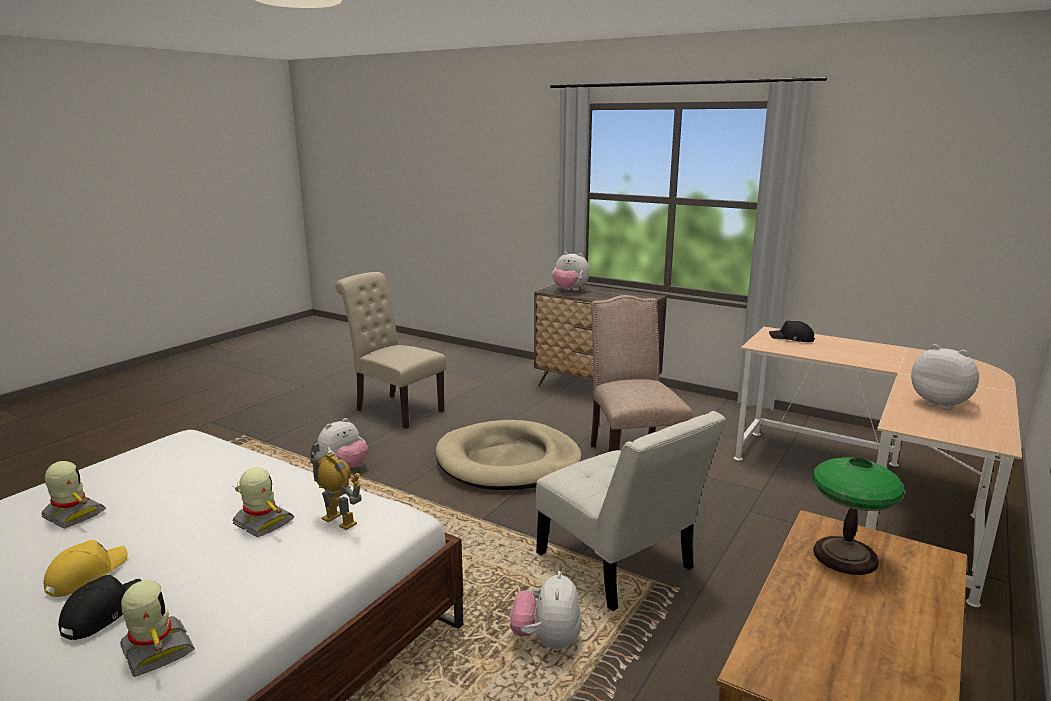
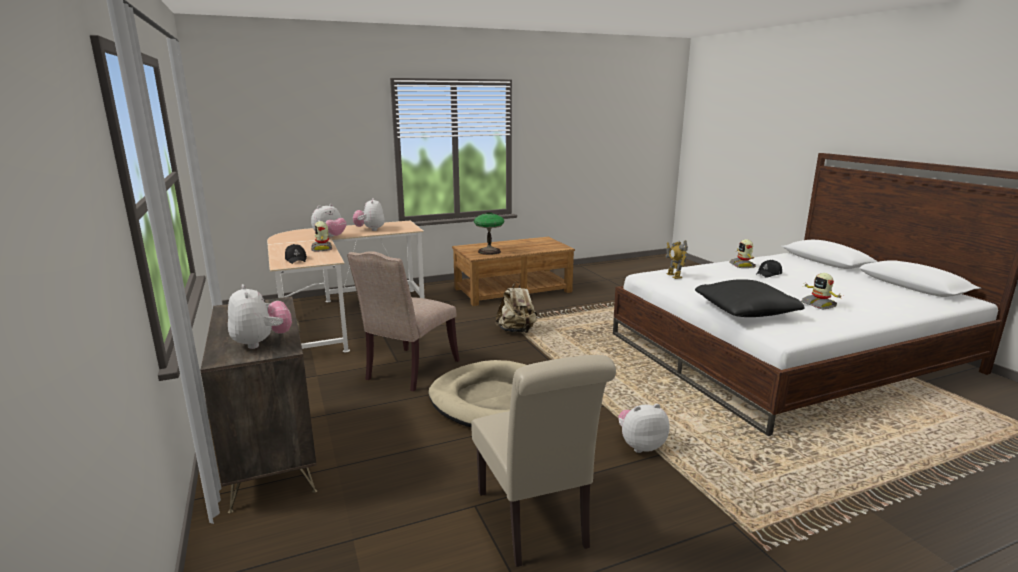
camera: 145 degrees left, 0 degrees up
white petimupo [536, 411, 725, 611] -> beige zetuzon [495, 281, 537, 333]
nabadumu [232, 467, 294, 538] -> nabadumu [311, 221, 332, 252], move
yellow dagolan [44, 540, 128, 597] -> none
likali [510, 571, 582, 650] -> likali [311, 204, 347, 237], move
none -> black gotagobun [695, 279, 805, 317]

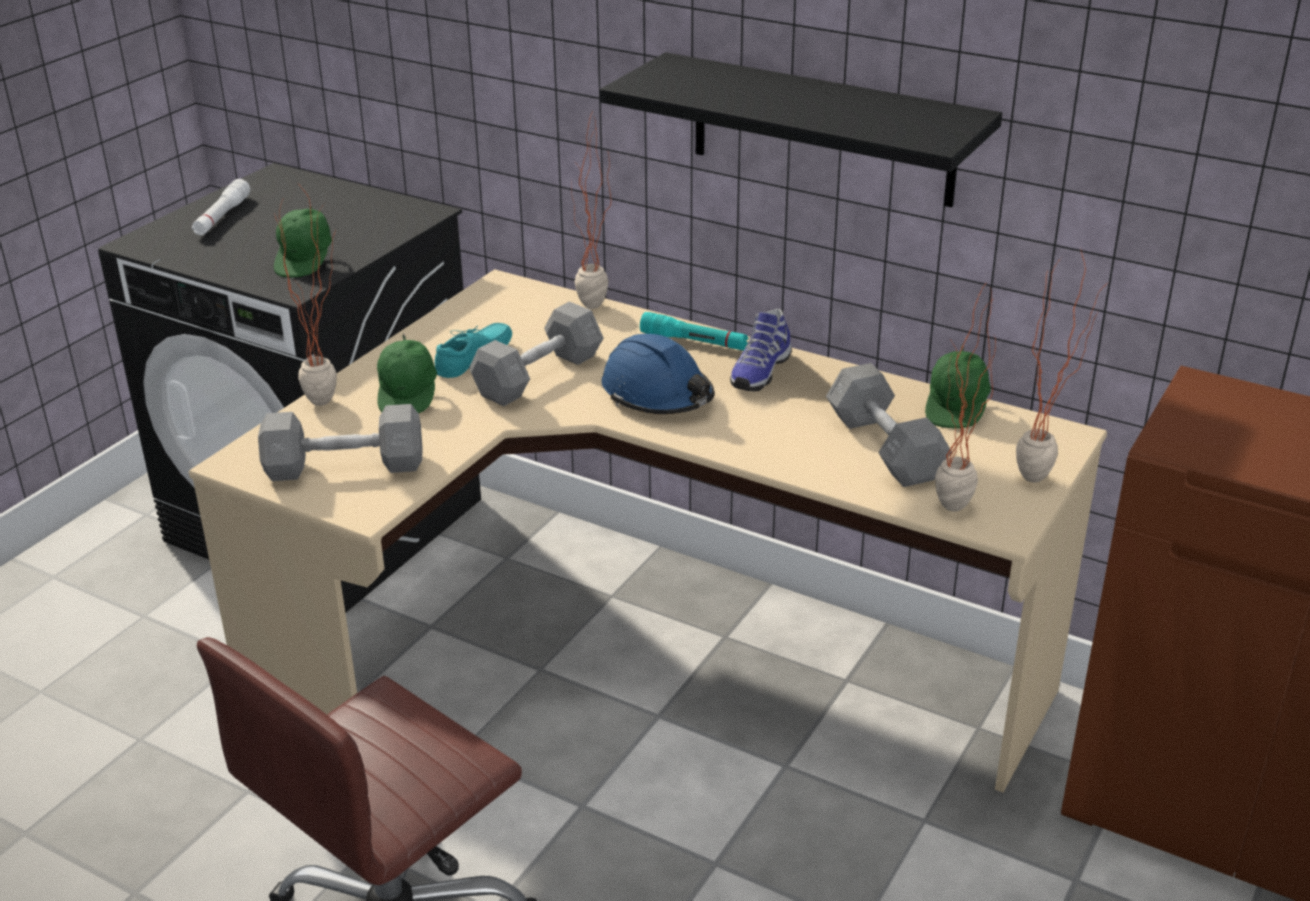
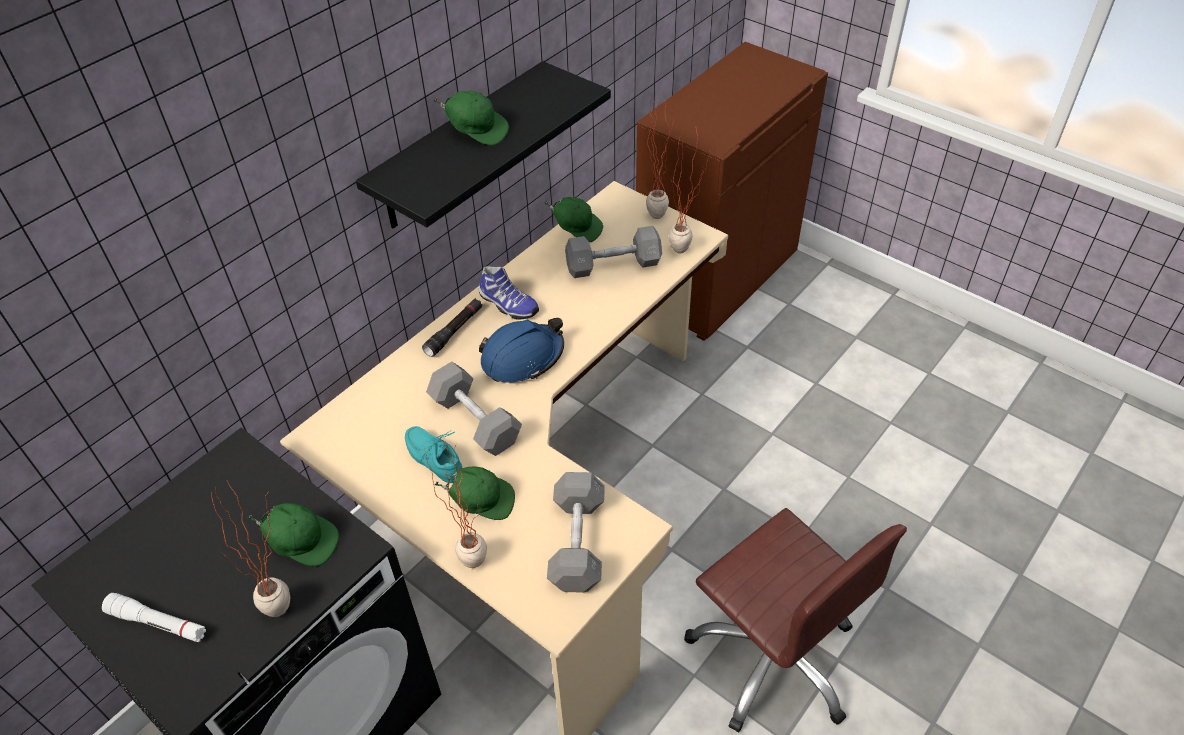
camera: 80 degrees left, 15 degrees up
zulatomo [571, 114, 611, 309] -> zulatomo [211, 481, 290, 617], move
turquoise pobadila [640, 312, 748, 351] -> black pobadila [422, 298, 482, 357]
none -> green dagolan [433, 91, 509, 145]

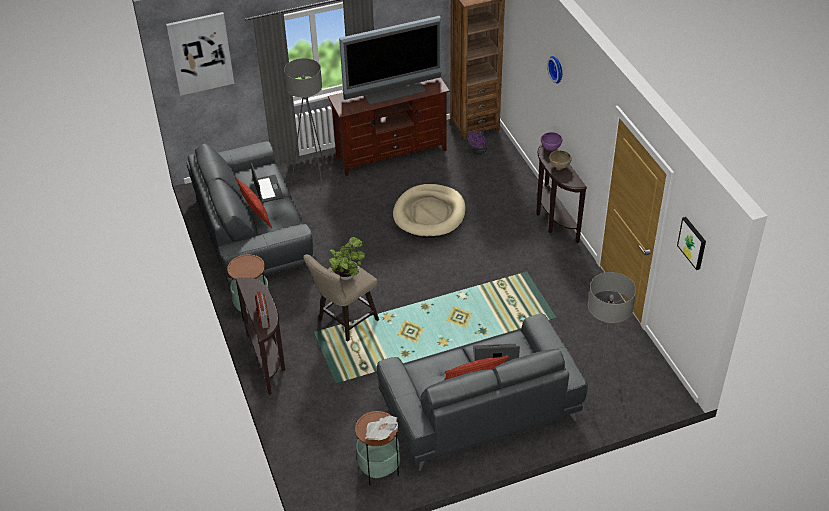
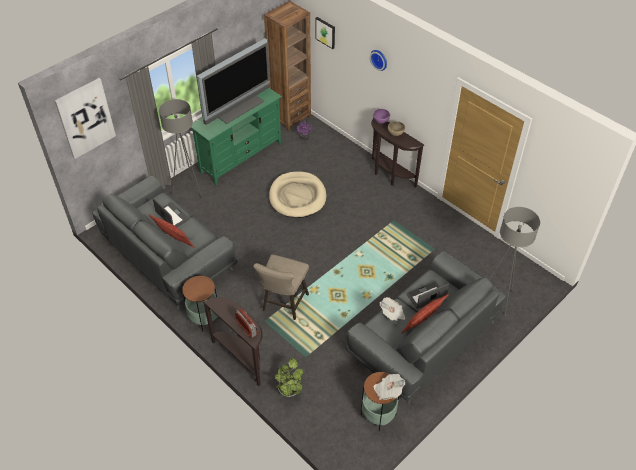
camera: 25 degrees left, 5 degrees up
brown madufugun [328, 77, 450, 176] -> green madufugun [191, 88, 282, 185]
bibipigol [677, 217, 706, 270] -> bibipigol [315, 17, 335, 49], move
zulatomo [329, 237, 365, 280] -> zulatomo [275, 358, 303, 397], move
none -> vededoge [379, 297, 406, 321]

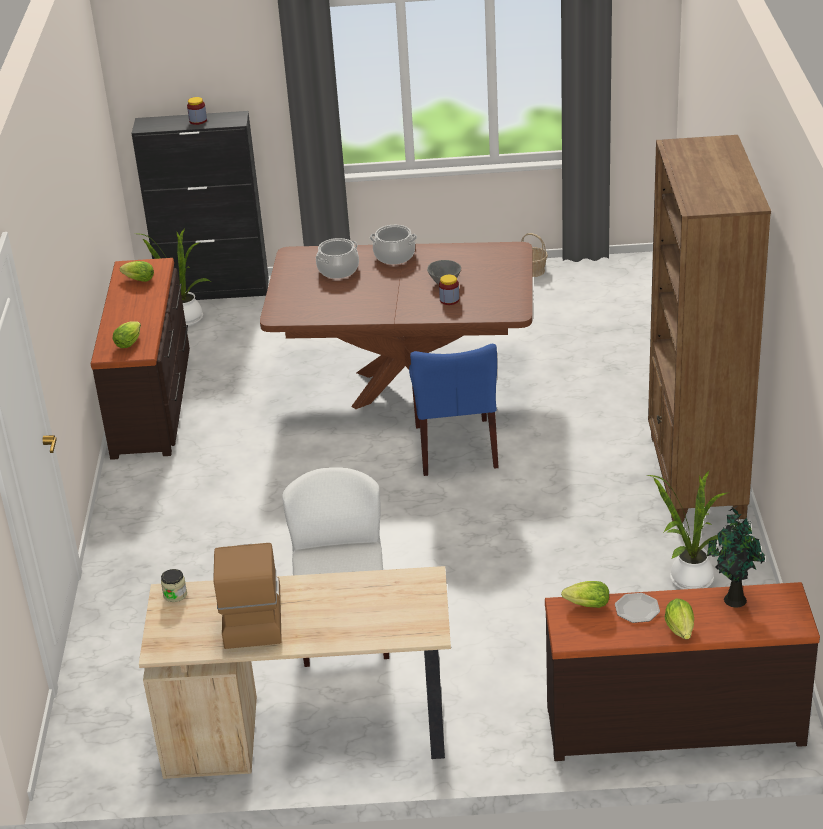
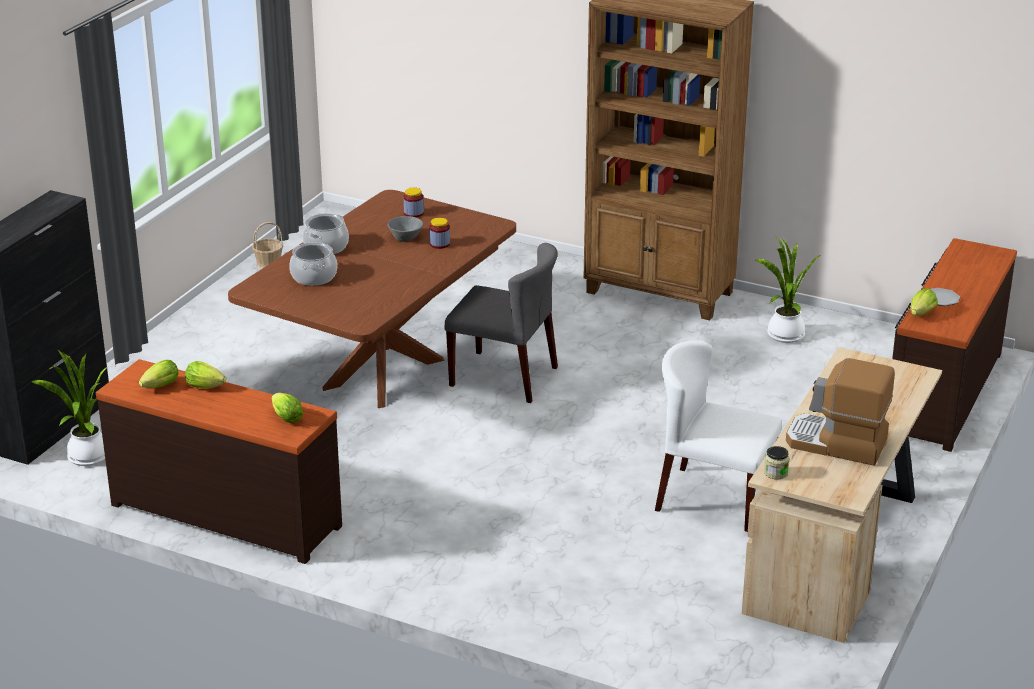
camera: 65 degrees left, 5 degrees down
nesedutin [187, 97, 207, 125] -> nesedutin [404, 188, 424, 218], move
blue petimupo [409, 344, 499, 476] -> grey petimupo [445, 243, 558, 403]
zulatomo [707, 506, 765, 608] -> none
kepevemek [665, 599, 694, 639] -> kepevemek [185, 361, 226, 389], move

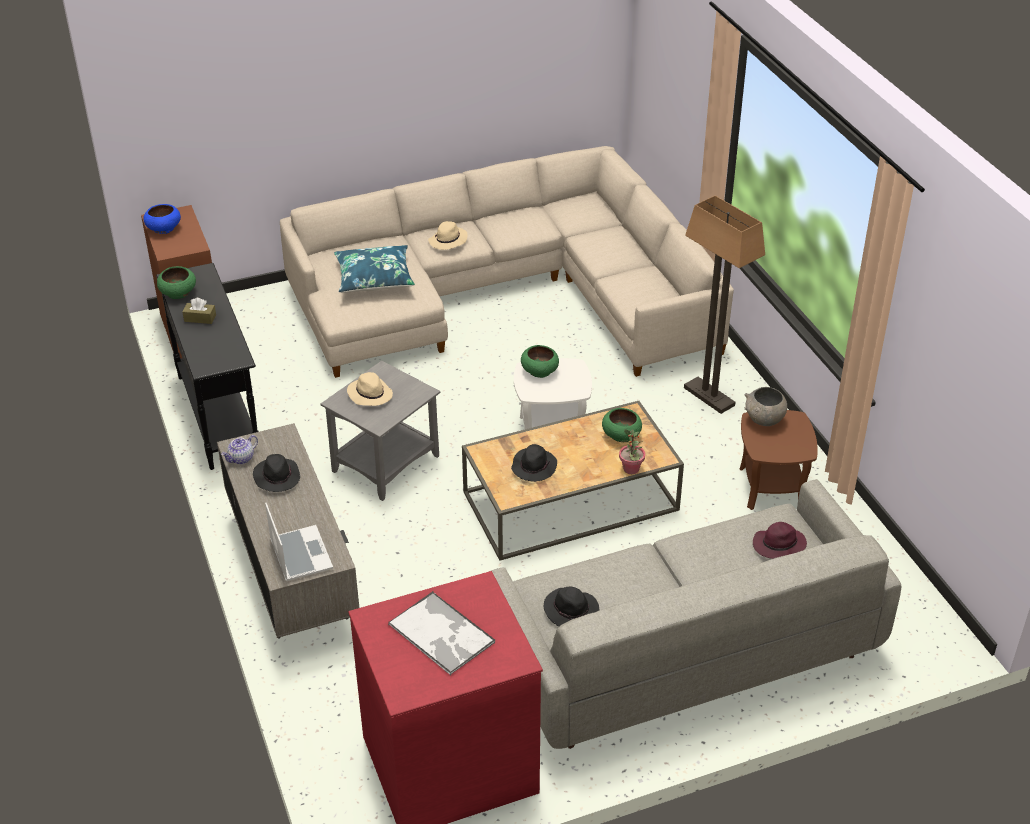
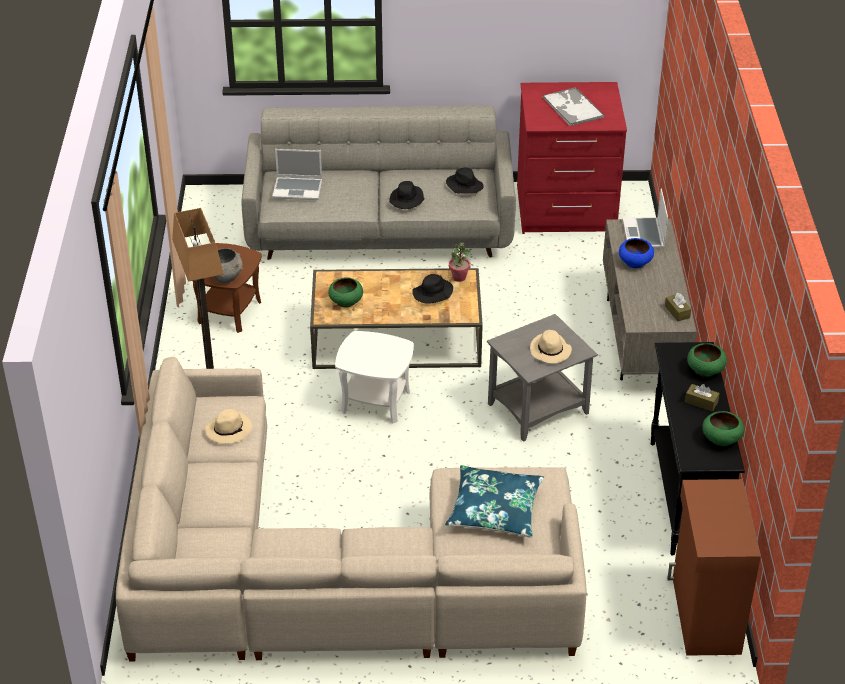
camera: 160 degrees left, 0 degrees up
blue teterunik [143, 204, 181, 234] -> blue teterunik [619, 238, 654, 268], move
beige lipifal [428, 221, 468, 250] -> beige lipifal [205, 409, 252, 444], move
green teterunik [521, 345, 559, 378] -> green teterunik [687, 343, 727, 377], move
zulatomo [619, 429, 645, 474] -> zulatomo [449, 242, 471, 282], move
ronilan [221, 435, 258, 464] -> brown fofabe [665, 293, 691, 321]
black lipifal [253, 454, 300, 492] -> black lipifal [389, 181, 425, 209], move
purple lipifal [753, 522, 807, 559] -> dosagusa [272, 149, 322, 200]

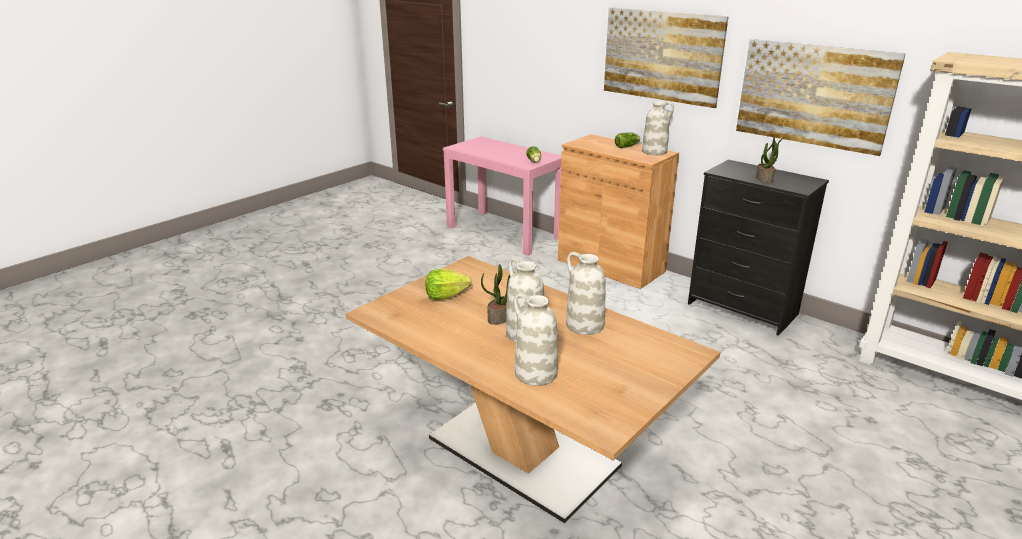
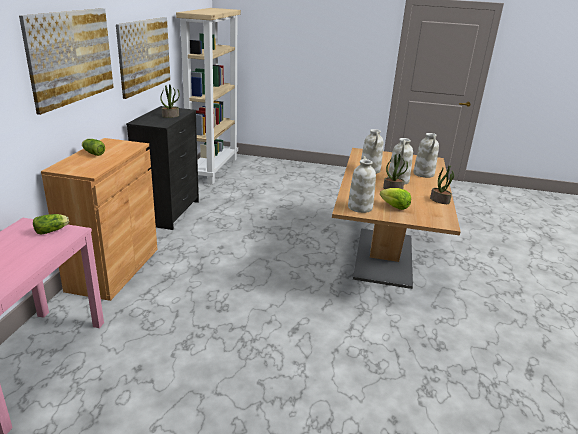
camera: 120 degrees left, 0 degrees up
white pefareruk [642, 102, 674, 155] -> white pefareruk [348, 156, 376, 213], move
none -> zulatomo [430, 165, 454, 204]

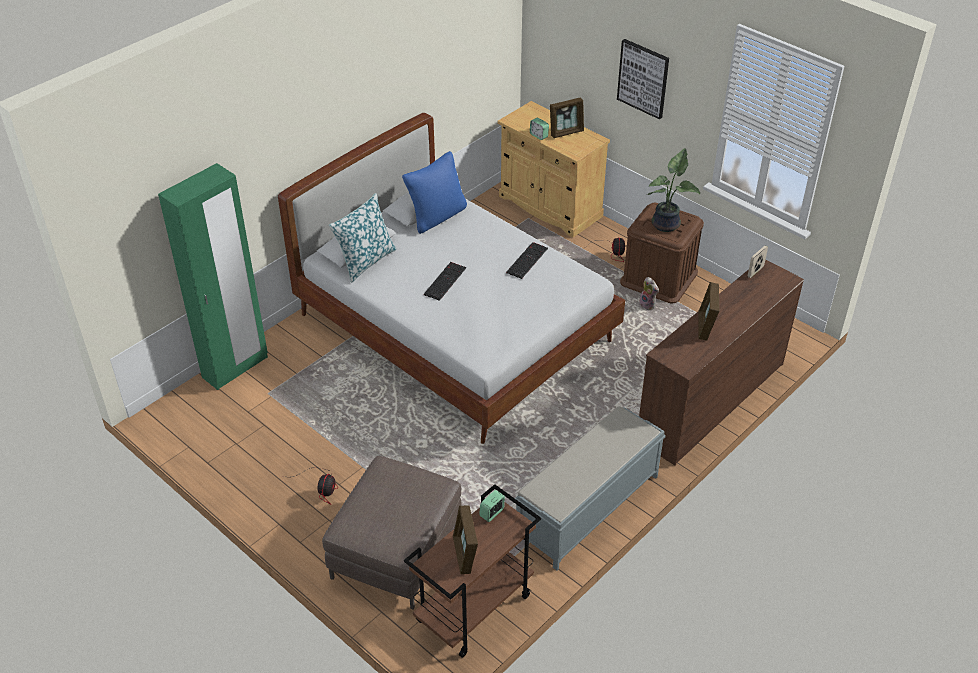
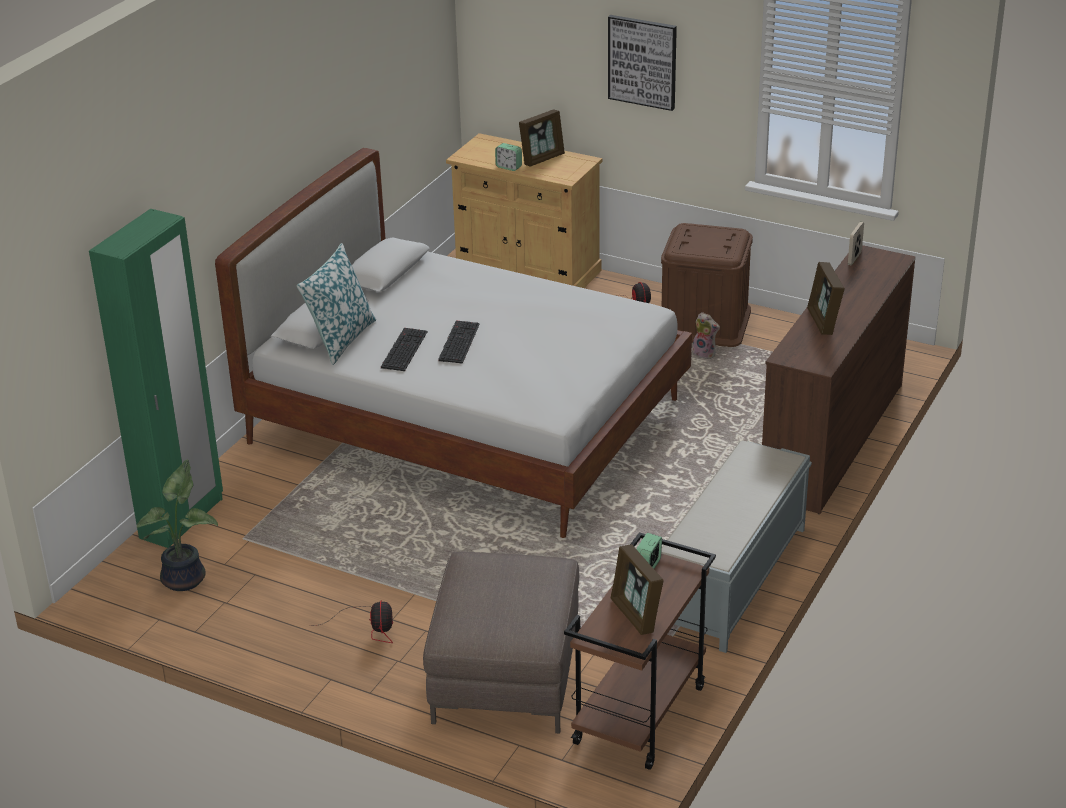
camera: 15 degrees left, 10 degrees down
zulatomo [647, 148, 700, 232] -> zulatomo [137, 460, 218, 591], move
blue gotagobun [402, 151, 467, 234] -> none
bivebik [506, 242, 548, 279] -> bivebik [381, 328, 427, 371], move

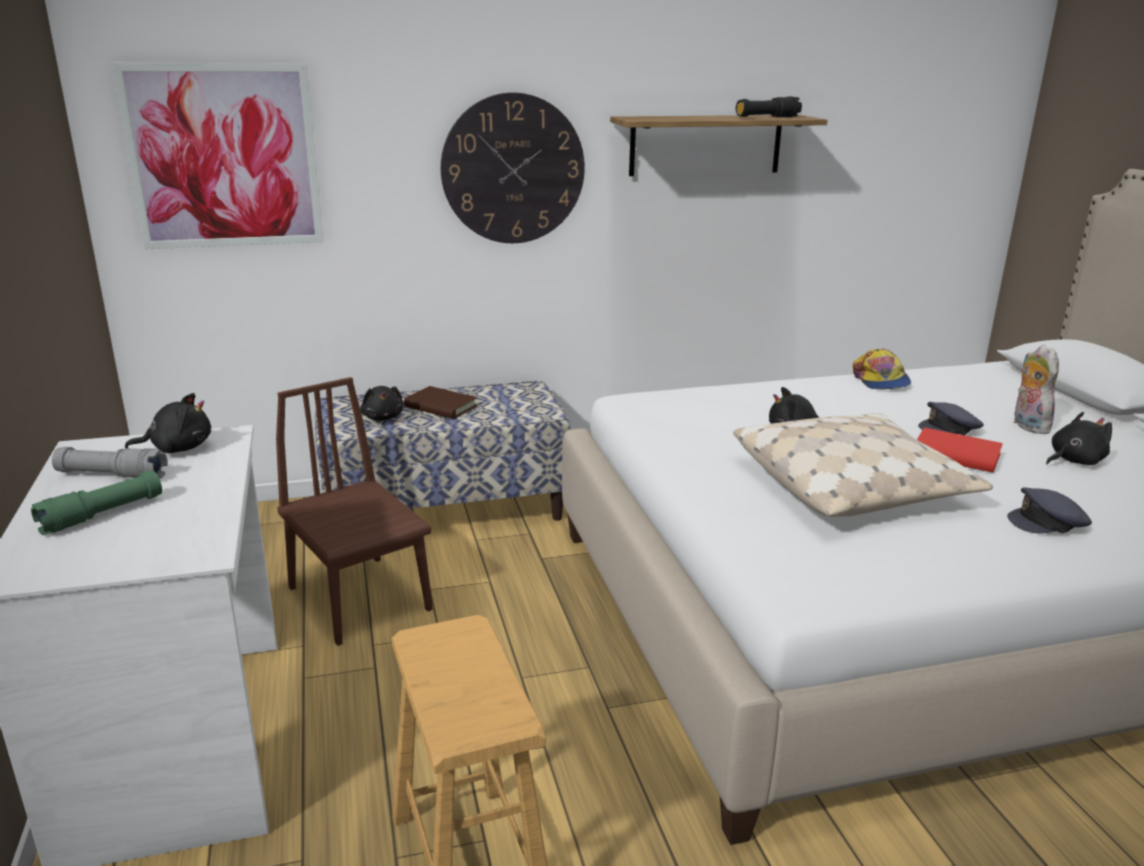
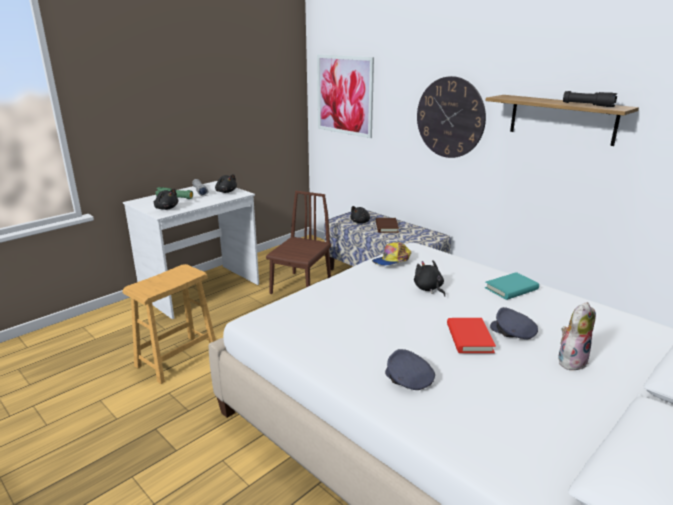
camera: 60 degrees right, 0 degrees up
dagolan [853, 349, 911, 390] -> dagolan [372, 242, 411, 266], move
black likali [1046, 412, 1112, 465] -> black likali [154, 189, 178, 210], move
beige gotagobun [733, 413, 993, 517] -> none
none -> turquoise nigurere [485, 272, 539, 300]

